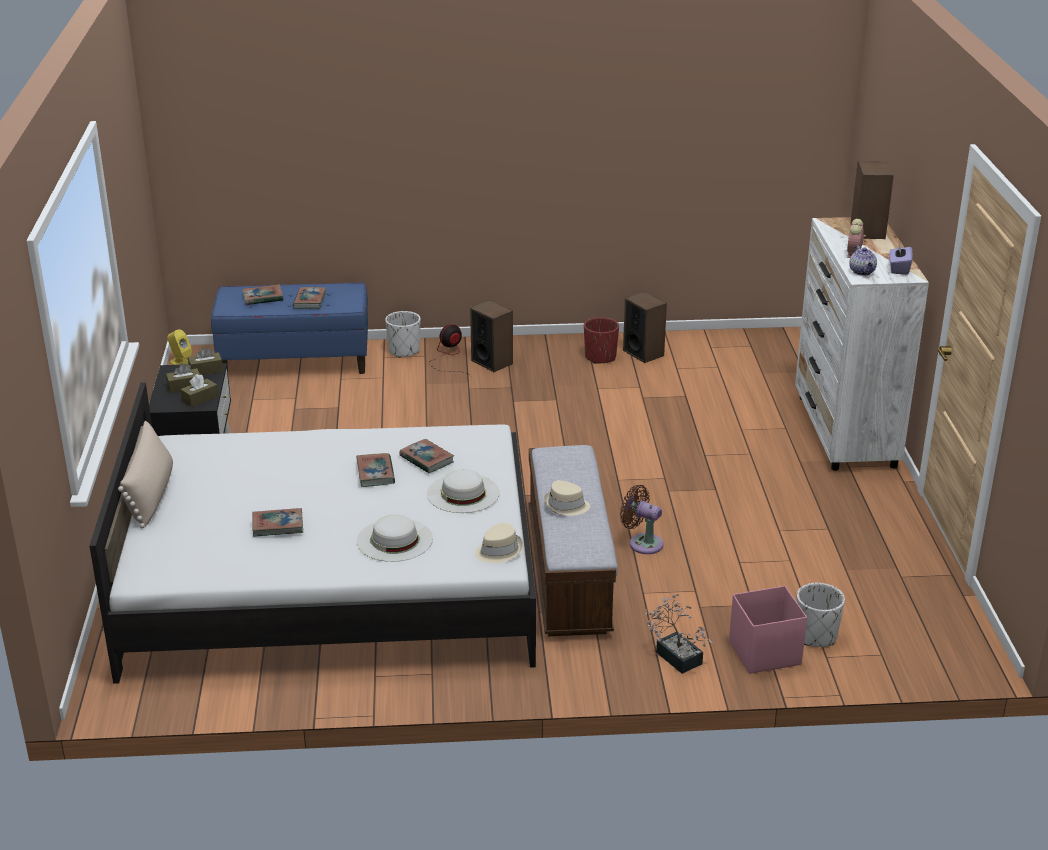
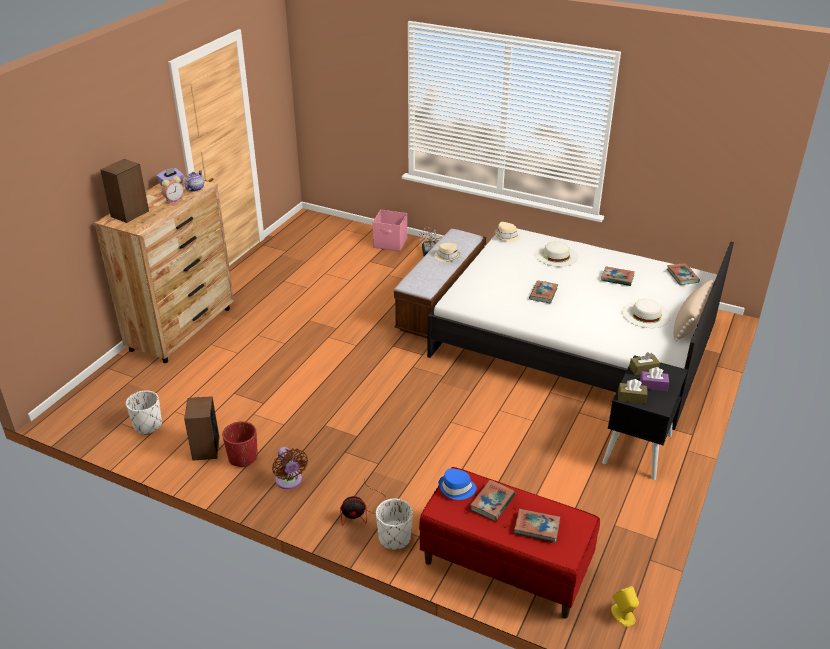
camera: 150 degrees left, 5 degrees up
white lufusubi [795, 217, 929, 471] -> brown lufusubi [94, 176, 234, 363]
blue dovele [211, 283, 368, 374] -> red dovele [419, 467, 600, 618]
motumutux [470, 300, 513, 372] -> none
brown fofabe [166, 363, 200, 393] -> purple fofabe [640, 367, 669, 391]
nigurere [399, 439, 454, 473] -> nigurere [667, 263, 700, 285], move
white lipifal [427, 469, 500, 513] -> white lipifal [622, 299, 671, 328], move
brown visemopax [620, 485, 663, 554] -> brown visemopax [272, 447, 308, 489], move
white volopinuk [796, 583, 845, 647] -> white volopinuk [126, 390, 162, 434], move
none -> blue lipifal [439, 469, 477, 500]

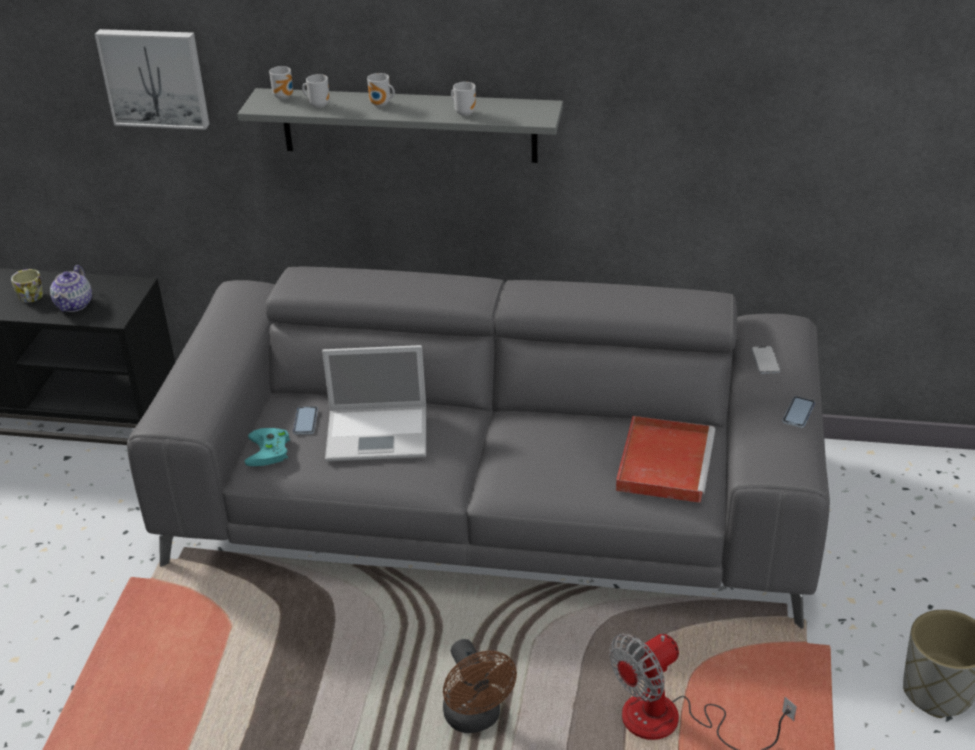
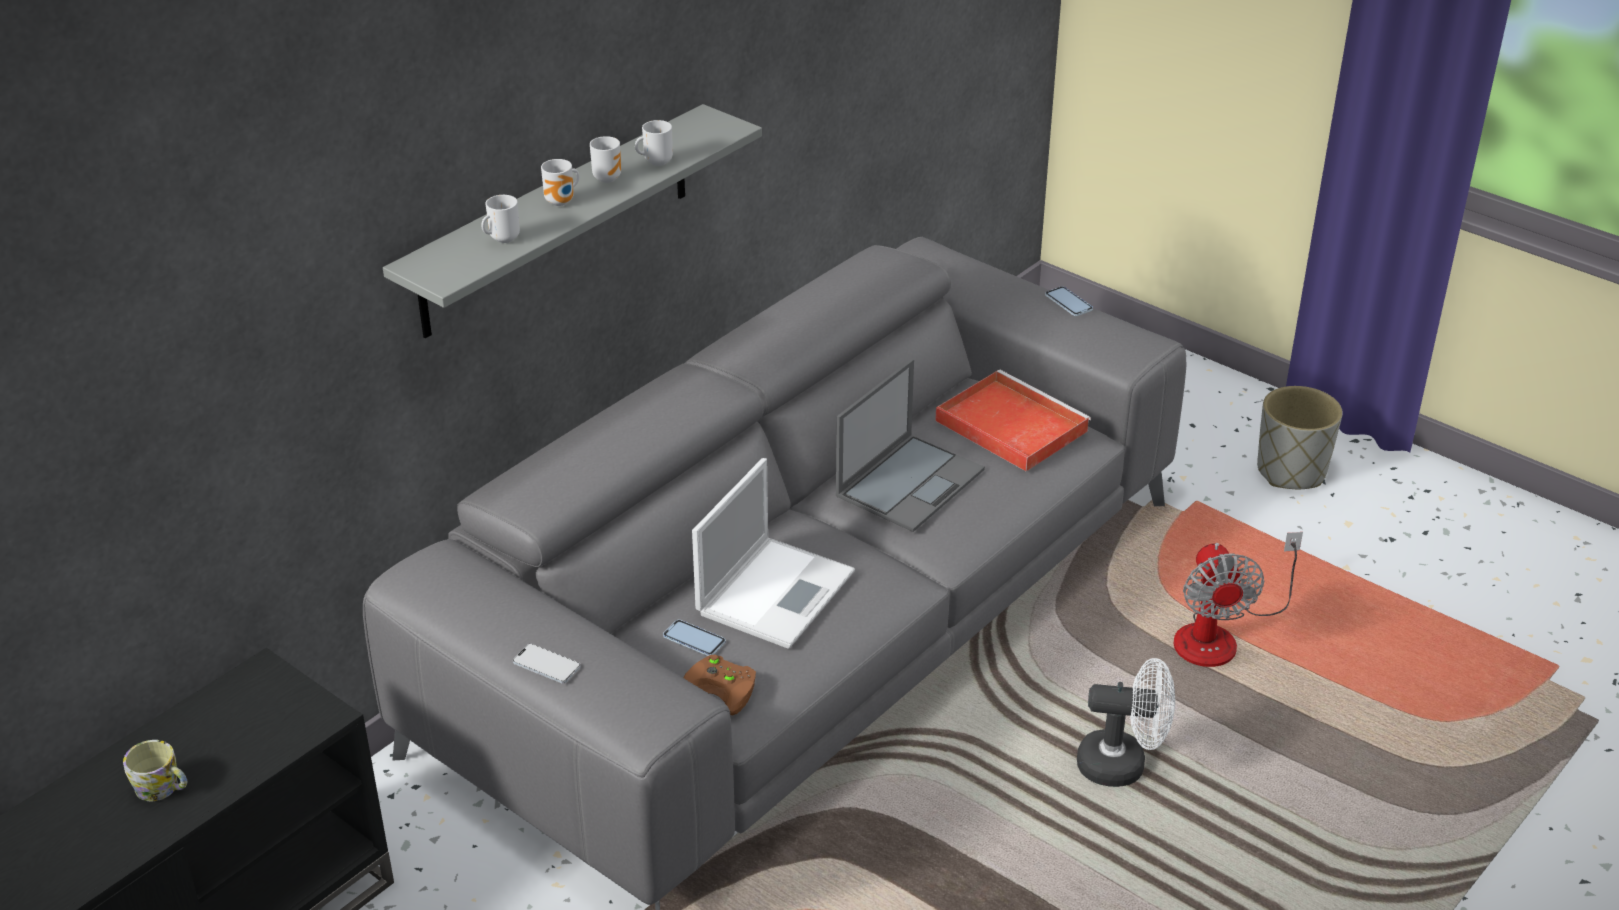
camera: 60 degrees left, 0 degrees up
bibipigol [95, 29, 209, 130] -> none
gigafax [269, 66, 293, 100] -> gigafax [590, 136, 621, 183], move
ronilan [50, 265, 92, 312] -> none
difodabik [752, 346, 780, 374] -> difodabik [513, 644, 581, 684], move
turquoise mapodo [244, 428, 290, 466] -> brown mapodo [684, 654, 756, 715]
brown visemopax [443, 639, 517, 733] -> white visemopax [1077, 658, 1175, 787]
none -> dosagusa [836, 359, 985, 532]

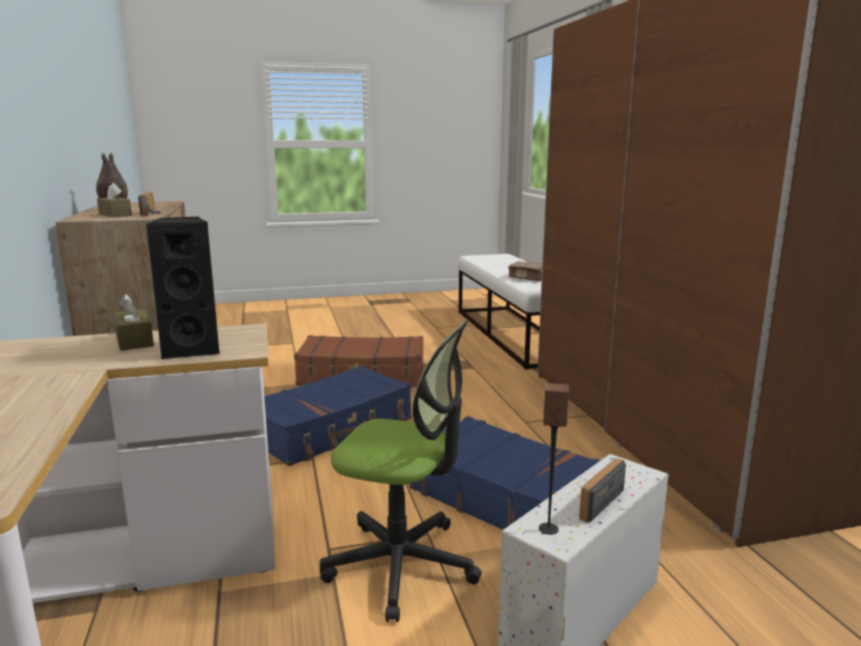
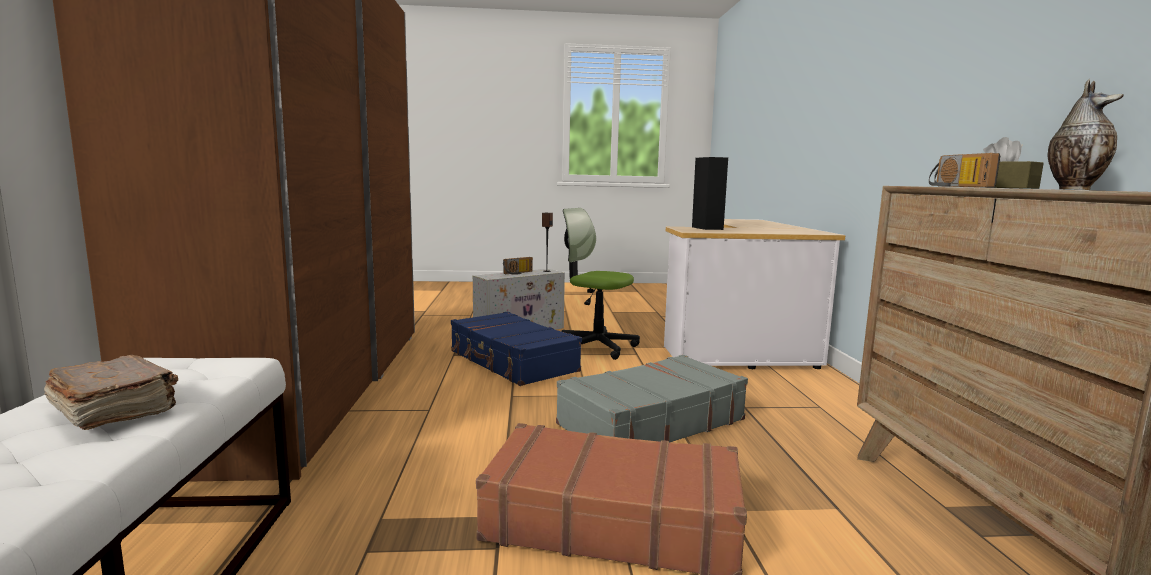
camera: 170 degrees left, 5 degrees down
brown fofabe [113, 294, 154, 351] -> none
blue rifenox [264, 366, 411, 466] -> grey rifenox [556, 355, 748, 442]

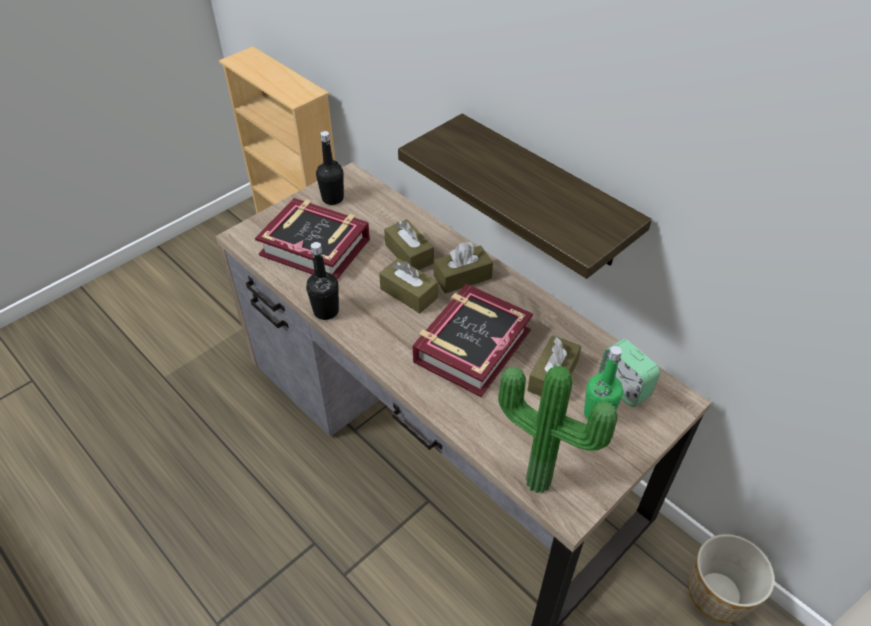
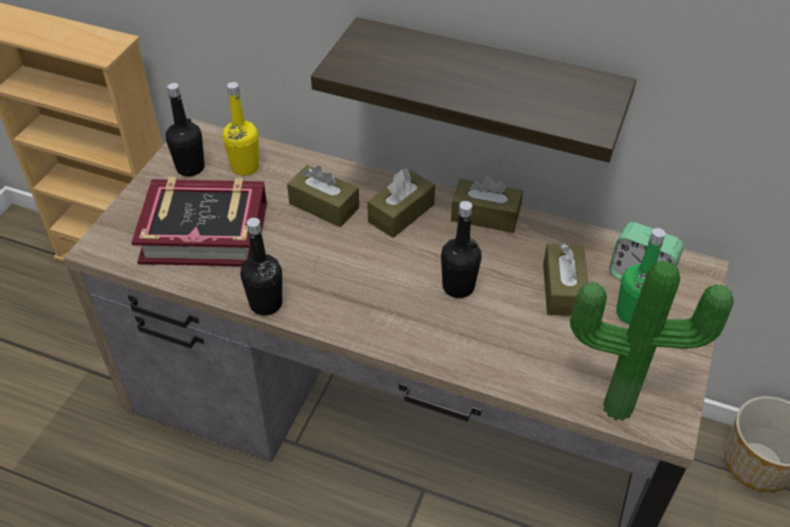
camera: 25 degrees left, 0 degrees up
brown fofabe [379, 258, 438, 313] -> brown fofabe [451, 176, 523, 233], move
nigurere [413, 284, 533, 397] -> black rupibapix [441, 201, 482, 298]
none -> yellow rupibapix [223, 82, 259, 176]

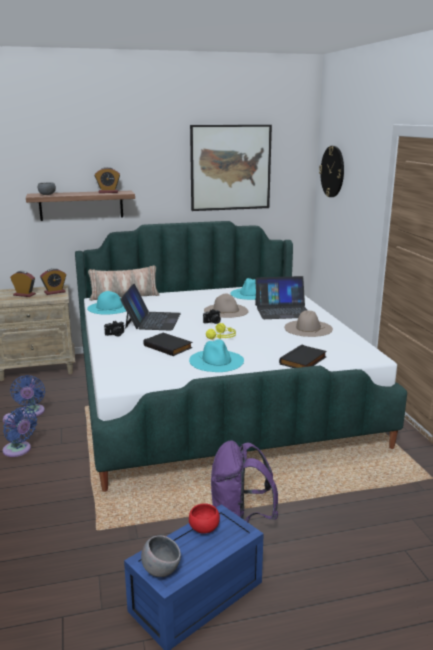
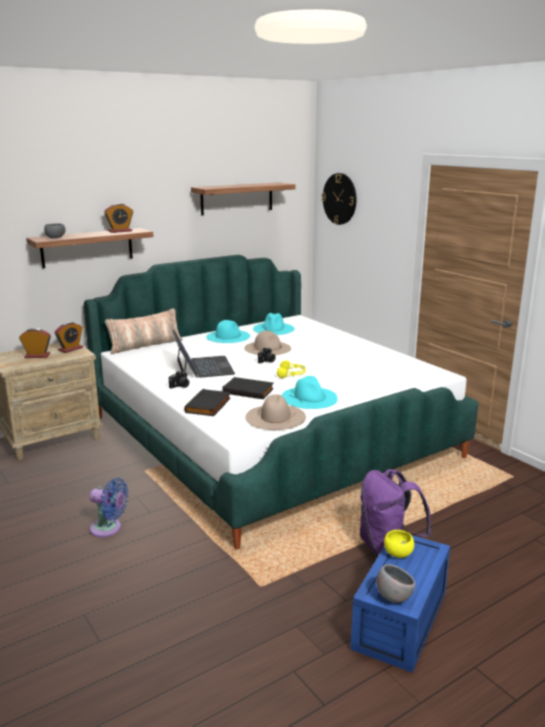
camera: 20 degrees left, 0 degrees up
bibipigol [190, 125, 272, 211] -> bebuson [191, 182, 296, 216]
dosagusa [255, 276, 308, 319] -> none
turquoise lipifal [87, 291, 126, 315] -> turquoise lipifal [206, 320, 250, 343], move
beige lipifal [285, 310, 333, 337] -> beige lipifal [246, 394, 306, 430], move
black nigurere [279, 345, 327, 368] -> black nigurere [184, 389, 231, 416], move
blue visemopax [10, 375, 45, 417] -> none
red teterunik [189, 503, 220, 534] -> yellow teterunik [384, 530, 414, 558]

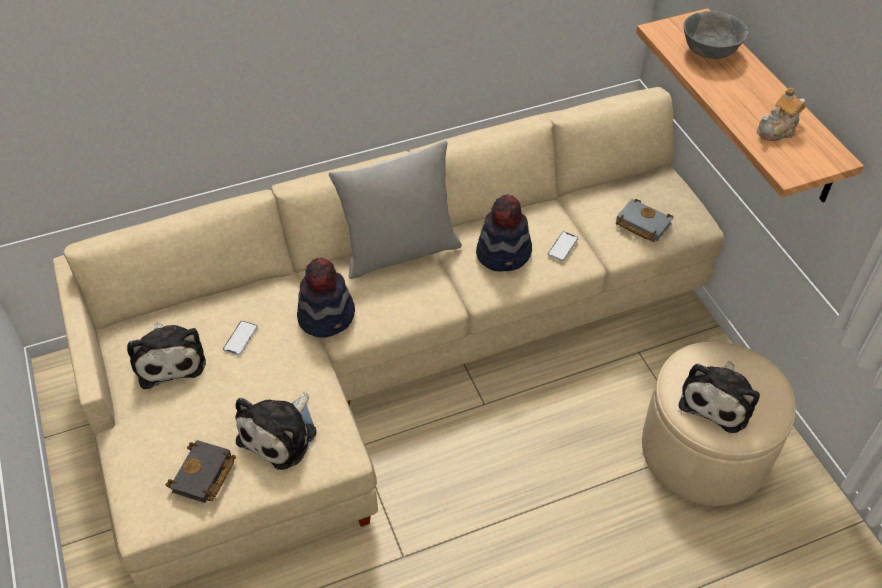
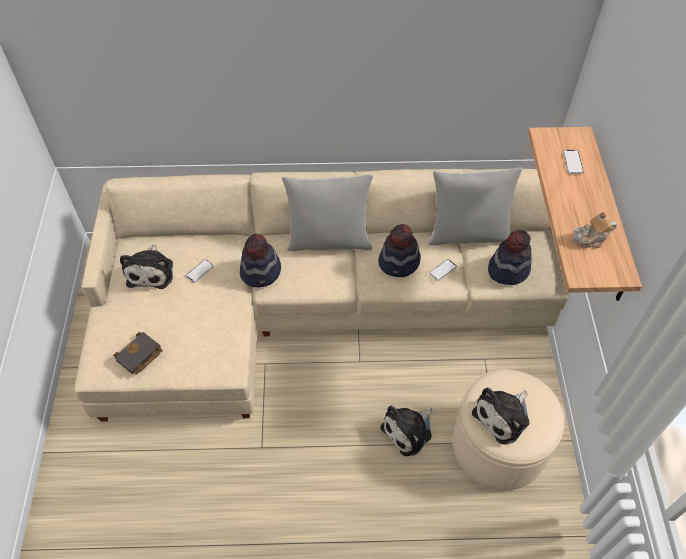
camera: 20 degrees right, 5 degrees up
grey teterunik [683, 11, 749, 59] -> difodabik [563, 150, 584, 174]
grey nigurere [616, 199, 673, 242] -> lipifal [488, 229, 532, 285]
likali [235, 392, 317, 470] -> likali [380, 405, 432, 456], move
none -> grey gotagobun [428, 167, 522, 245]

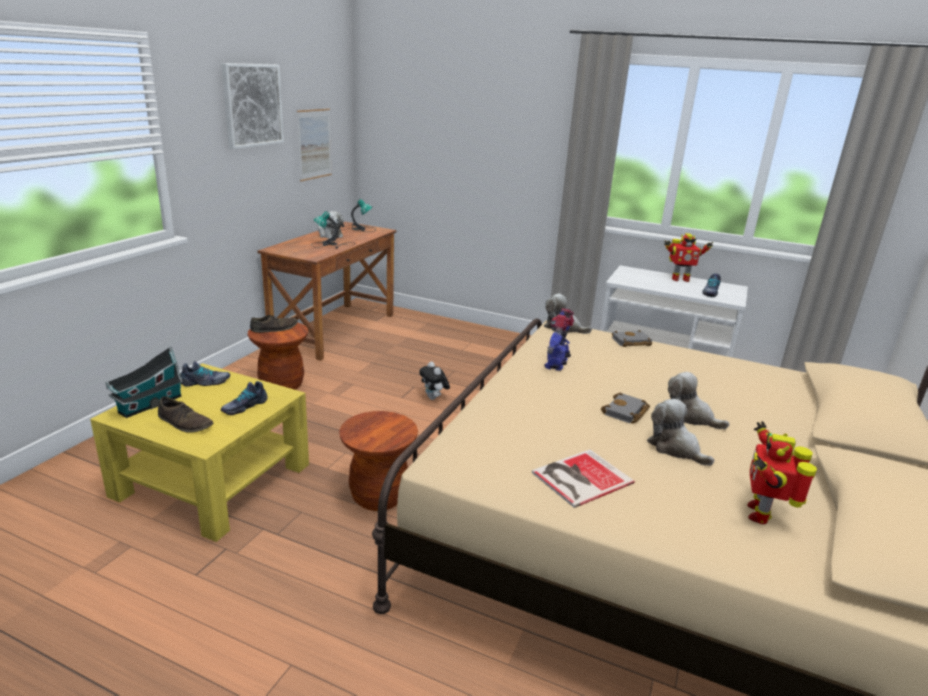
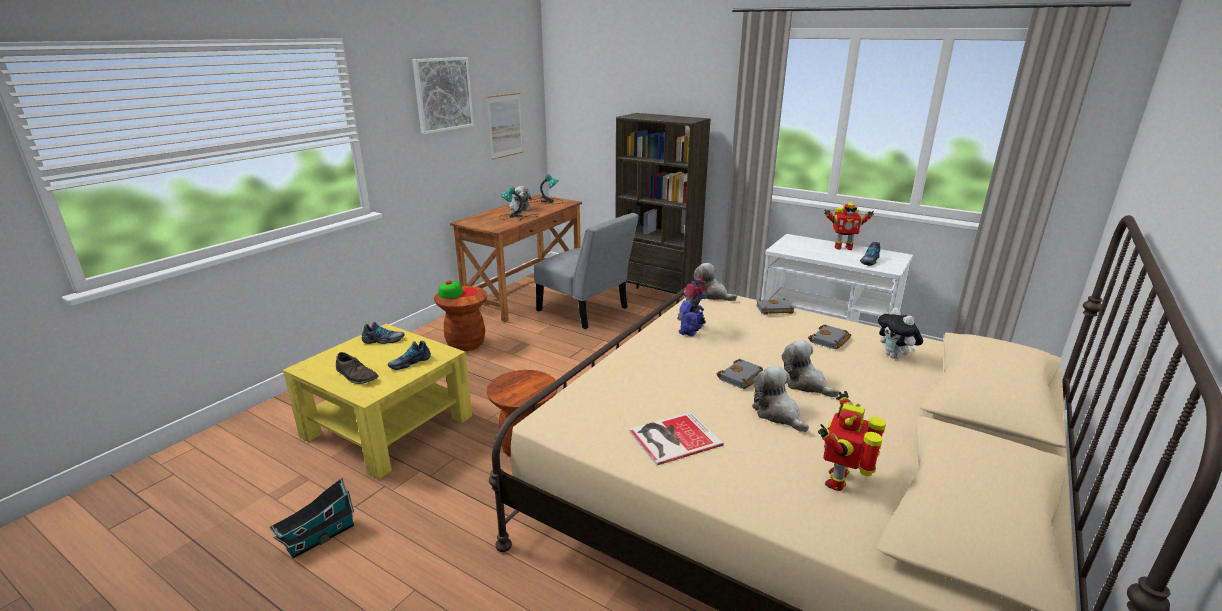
camera: 10 degrees right, 0 degrees up
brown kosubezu [250, 315, 298, 333] -> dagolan [438, 281, 478, 299]
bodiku [105, 347, 183, 418] -> bodiku [270, 478, 354, 558], move
likali [419, 361, 450, 400] -> likali [878, 308, 923, 359], move
none -> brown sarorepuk [616, 113, 710, 303]
none -> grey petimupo [534, 213, 639, 329]
none -> grey nigurere [808, 324, 851, 349]

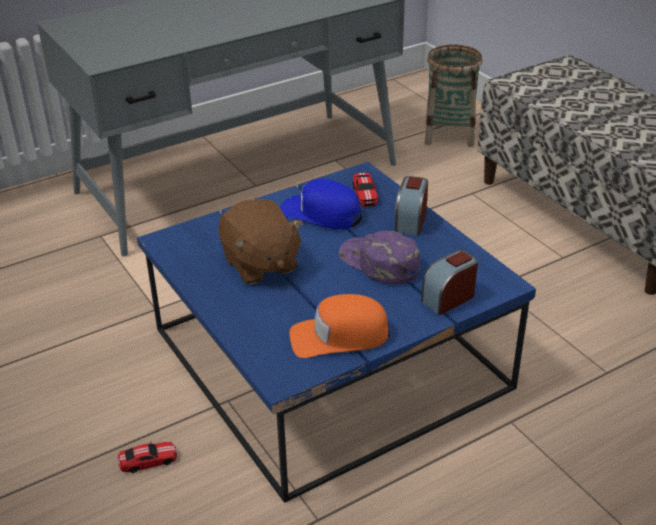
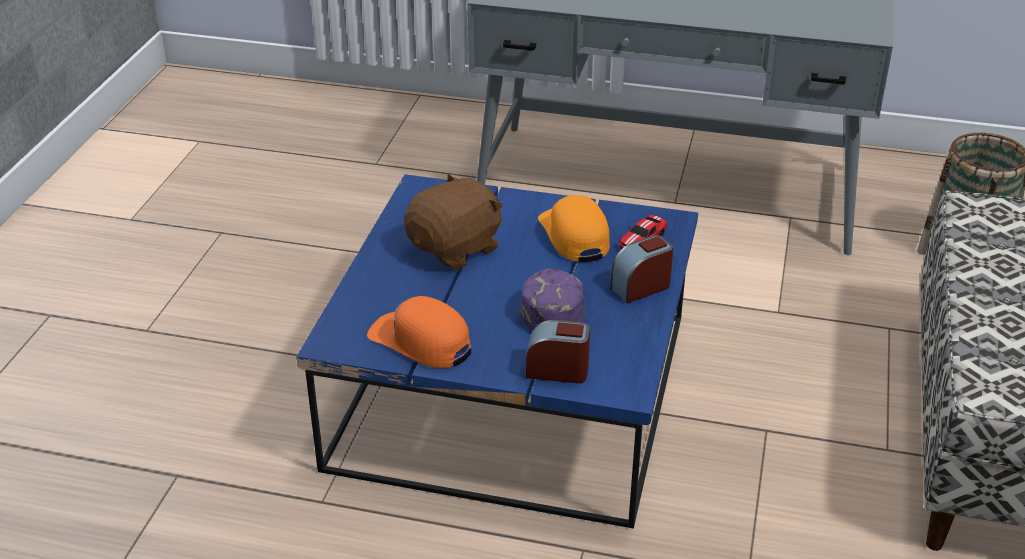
camera: 45 degrees right, 0 degrees up
blue dagolan [280, 179, 362, 230] -> orange dagolan [538, 195, 610, 262]
brown likali [219, 199, 303, 285] -> brown likali [404, 173, 503, 270], 150 degrees counterclockwise
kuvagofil [118, 442, 177, 473] -> none

